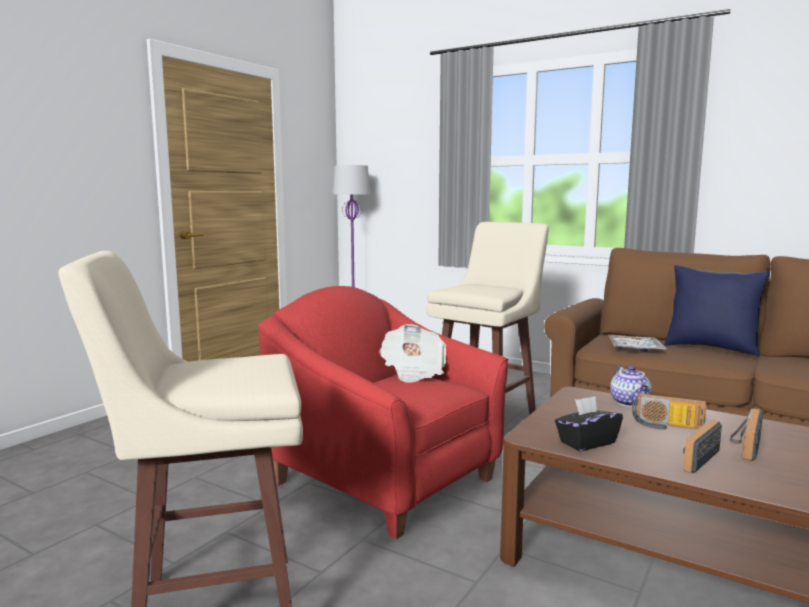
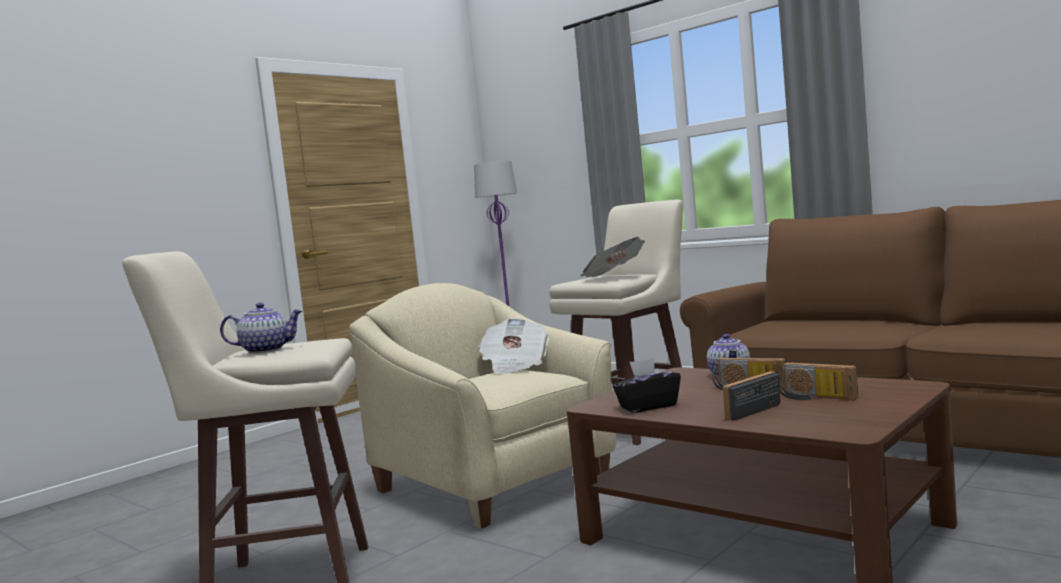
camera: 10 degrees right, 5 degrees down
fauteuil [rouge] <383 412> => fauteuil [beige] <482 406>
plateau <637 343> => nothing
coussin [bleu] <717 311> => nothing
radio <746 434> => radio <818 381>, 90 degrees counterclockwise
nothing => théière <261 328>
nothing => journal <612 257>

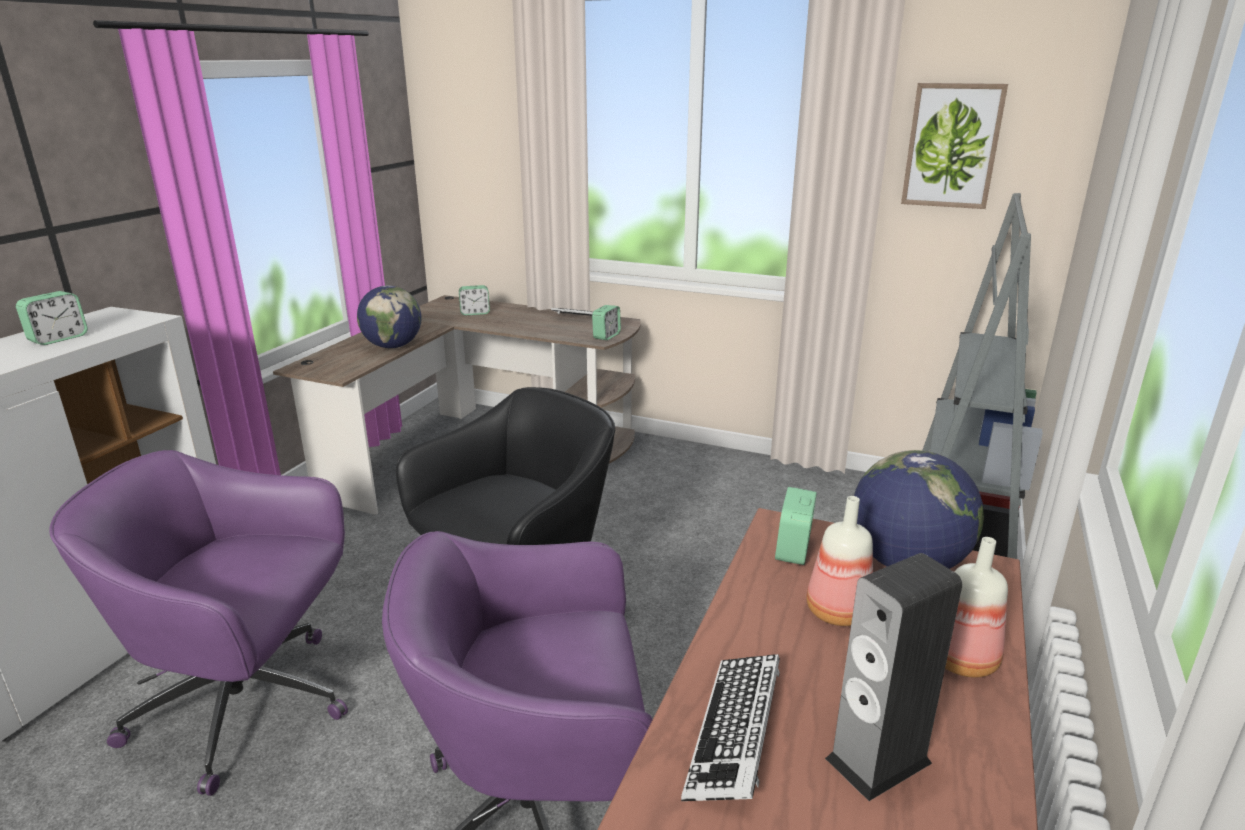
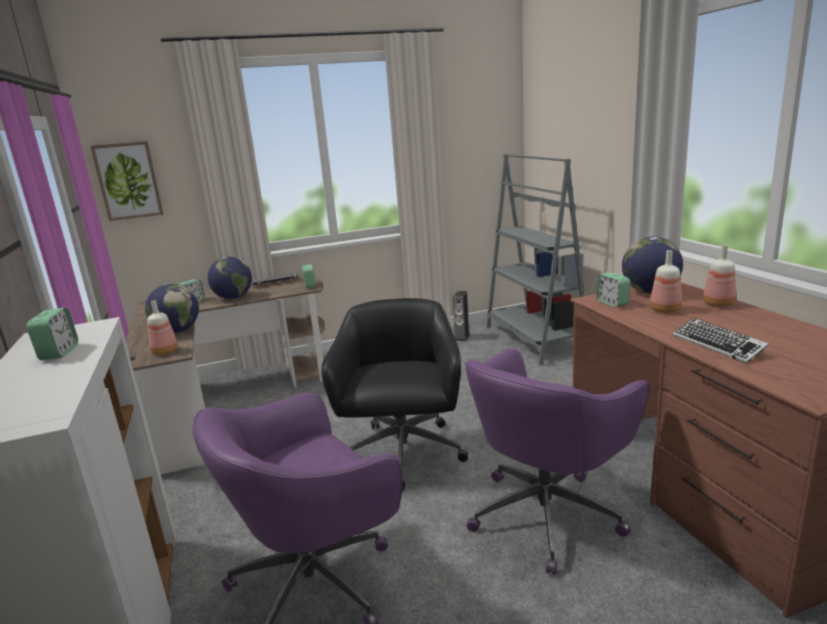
camera: 40 degrees left, 5 degrees down
enceinte <893 677> => enceinte <461 316>, moved
tableau <954 146> => tableau <126 181>, moved
nothing => bouteille <162 327>
nothing => globe <230 278>

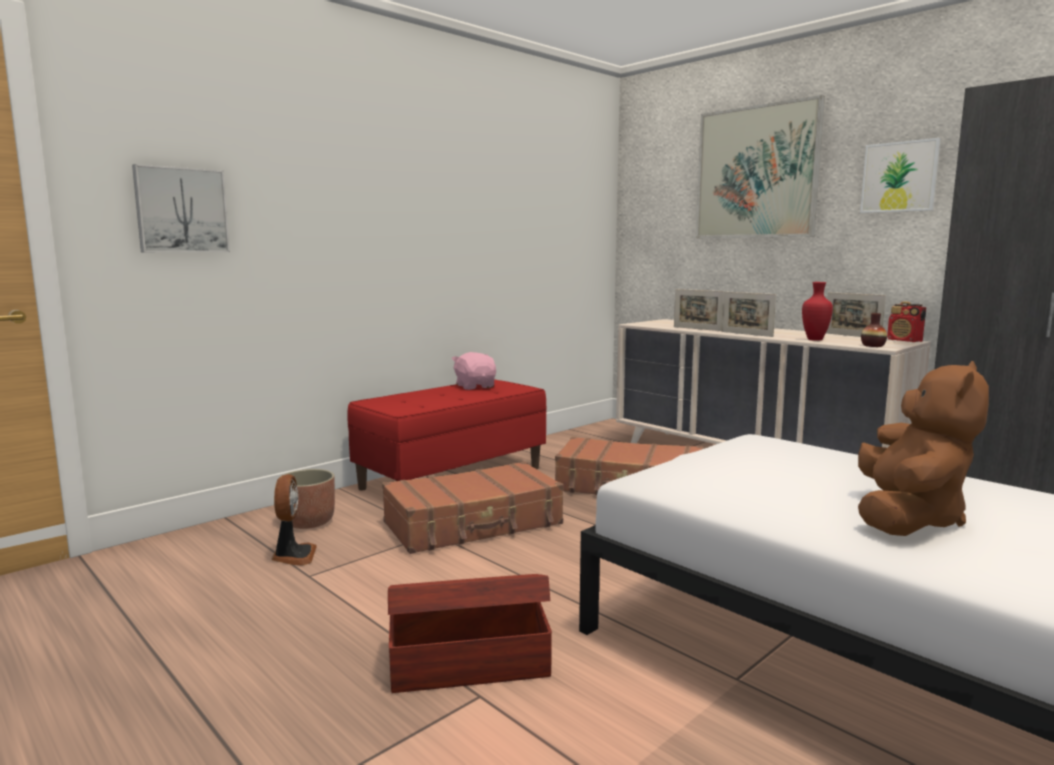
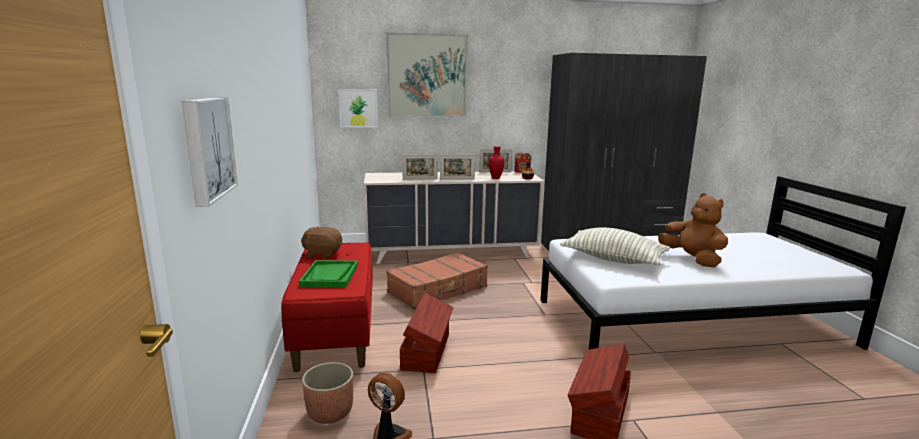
camera: 55 degrees left, 5 degrees up
valise [marron] <473 507> => boîte de rangement [marron] <427 333>
peluche [rose] <474 371> => peluche [marron] <321 243>
tableau <900 175> => tableau <358 108>, moved
nothing => plateau [vert] <328 273>
nothing => coussin <615 246>

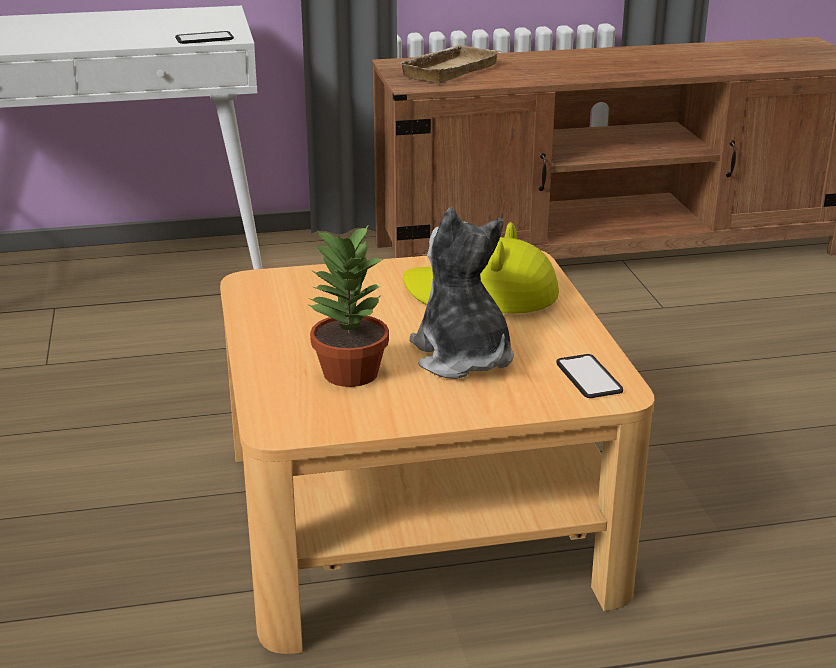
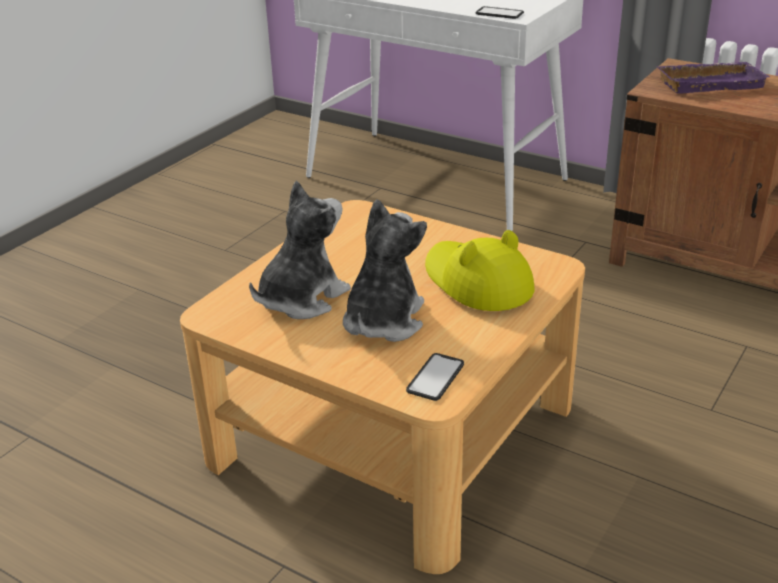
camera: 45 degrees right, 5 degrees up
plante en pot <348 305> => peluche <300 250>
plateau [beige] <448 64> => plateau [violet] <713 78>

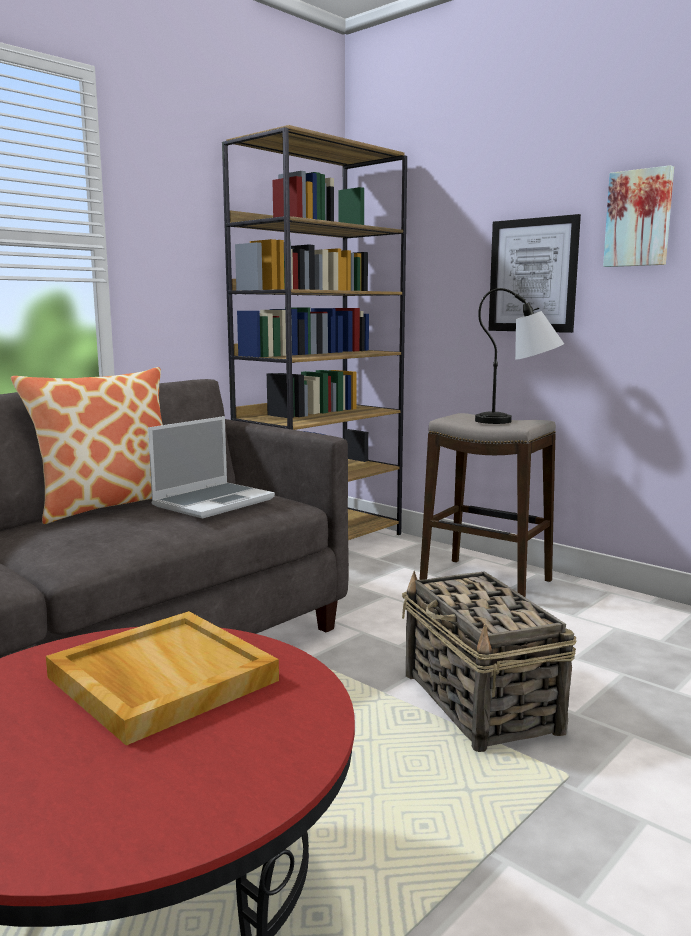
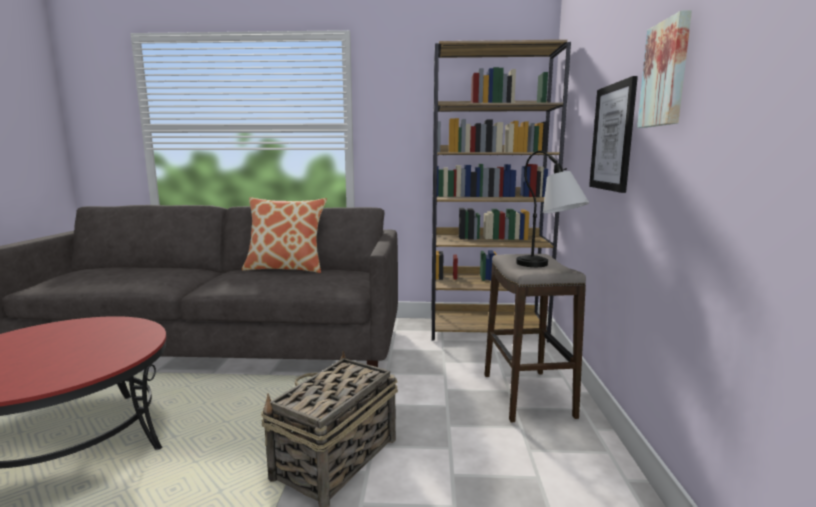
camera: 50 degrees right, 0 degrees up
plateau [beige] <162 678> => nothing
ordinateur portable <211 467> => nothing

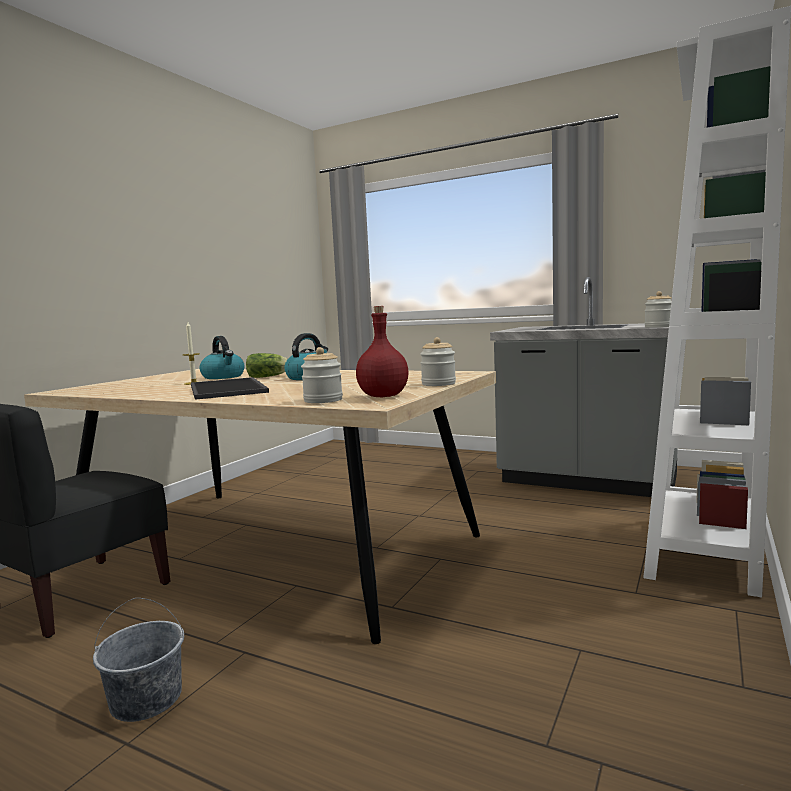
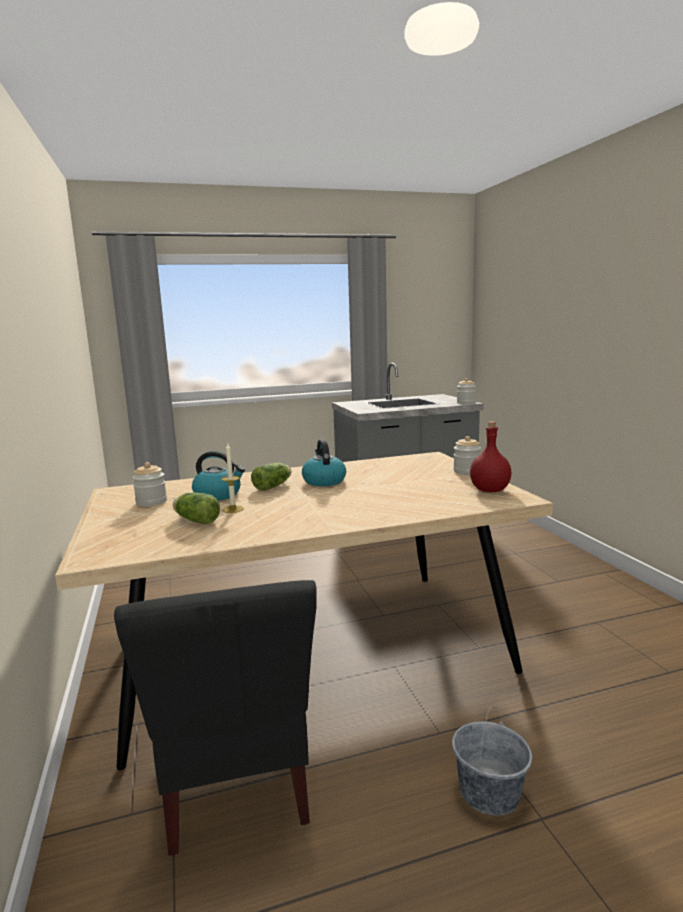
camera: 45 degrees left, 5 degrees up
plateau <230 388> => nothing
bocal <322 375> => bocal <149 484>, moved
bibliothèque [blanc] <717 301> => nothing
nothing => laitue <196 508>

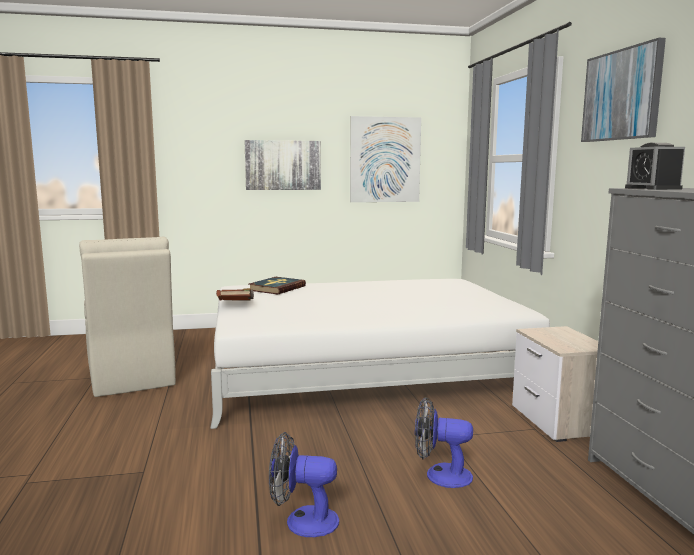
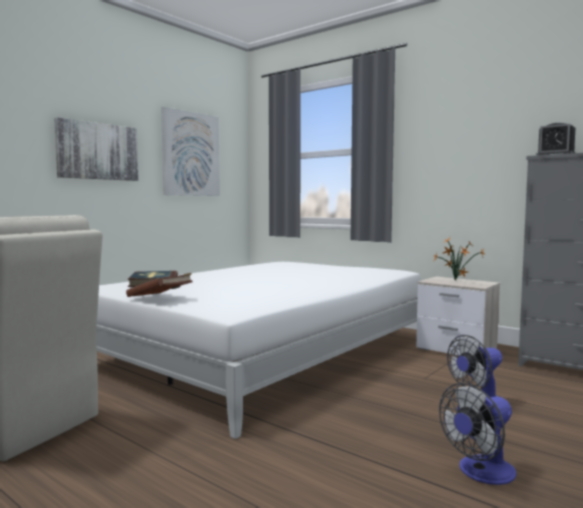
camera: 40 degrees left, 5 degrees down
tableau <623 90> => nothing
nothing => plante en pot <459 259>

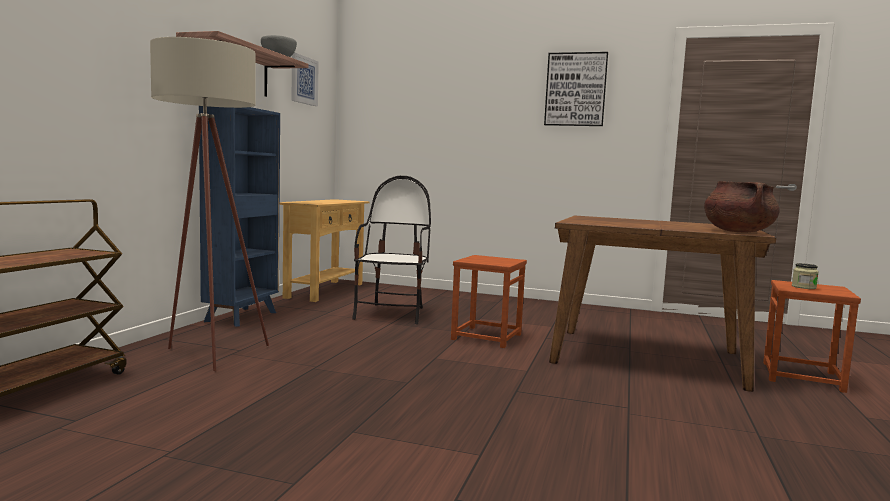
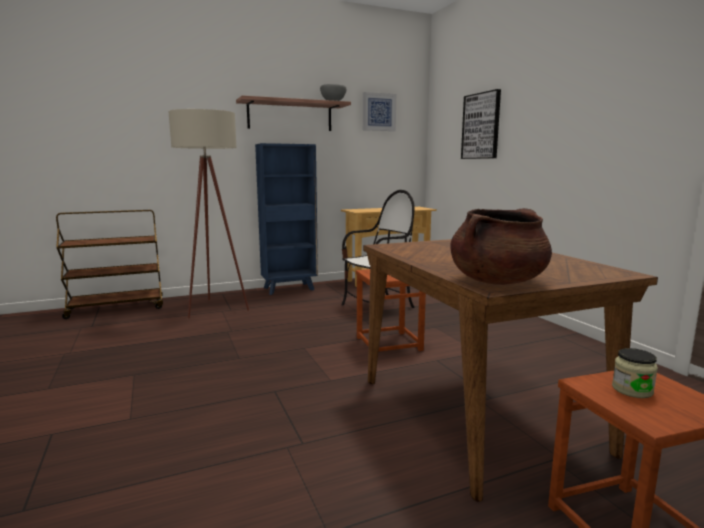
camera: 50 degrees right, 5 degrees up
tableau <576 89> => tableau <481 124>, moved

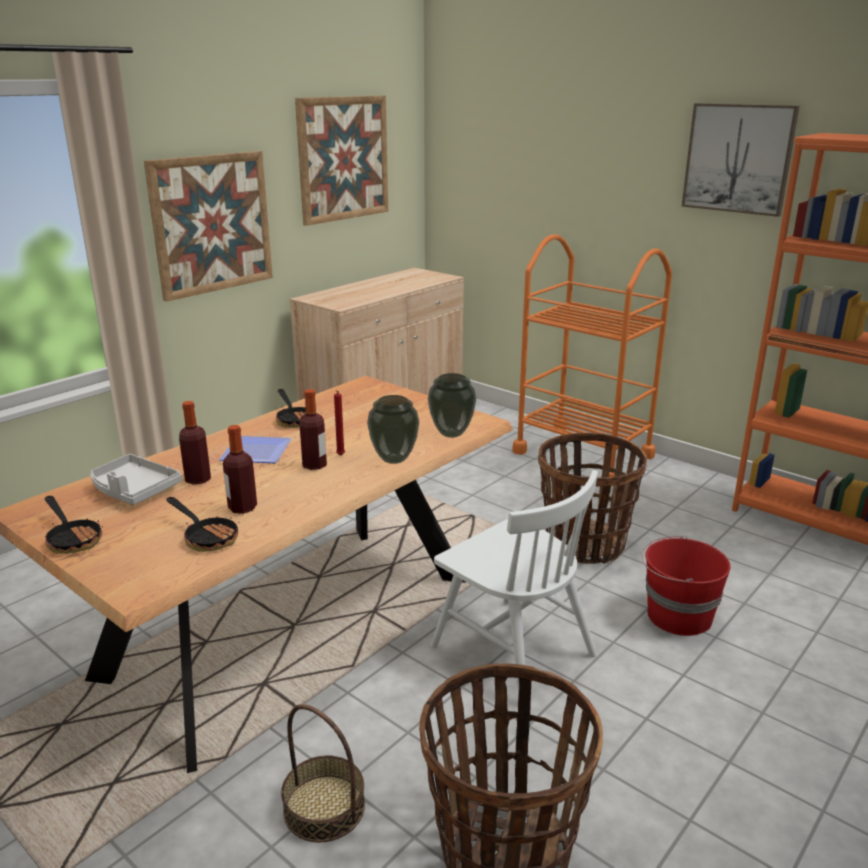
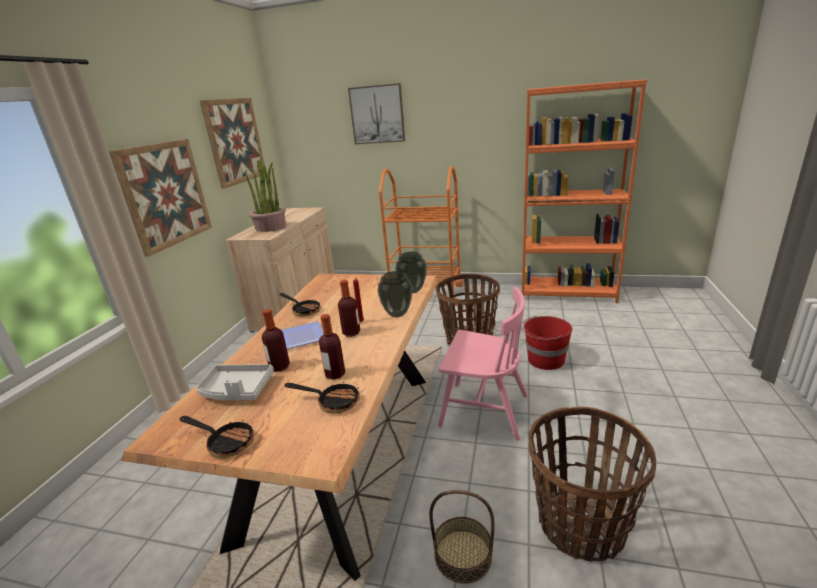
camera: 25 degrees left, 0 degrees up
chaise [blanc] <514 582> => chaise [rose] <483 364>
tableau <741 160> => tableau <376 113>, moved
nothing => plante en pot <265 195>

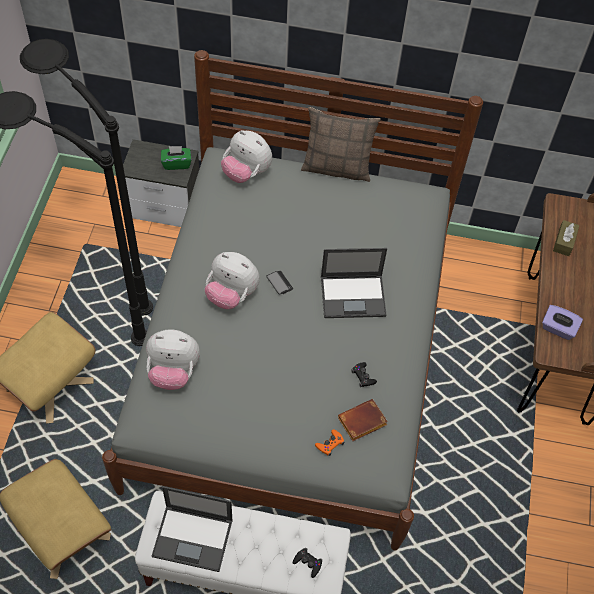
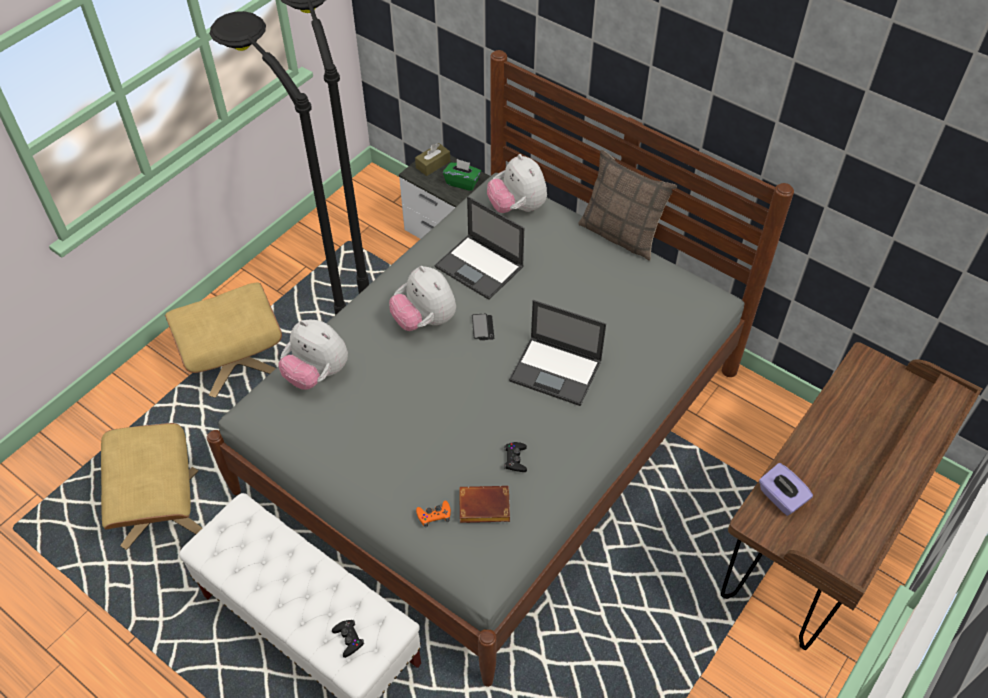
camera: 30 degrees right, 5 degrees down
ordinateur portable <192 529> => ordinateur portable <479 248>, moved
boîte à mouchoirs [marron] <566 238> => boîte à mouchoirs [marron] <432 159>, moved

